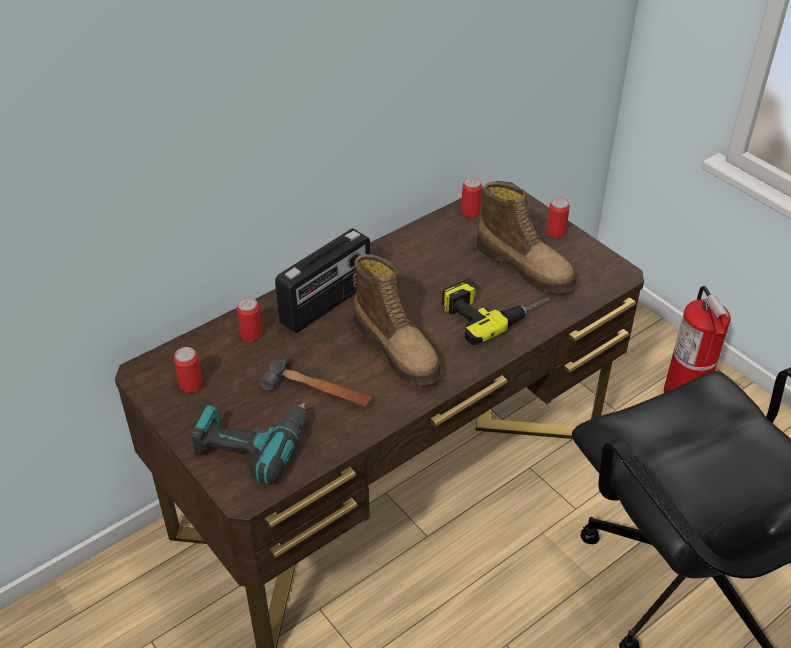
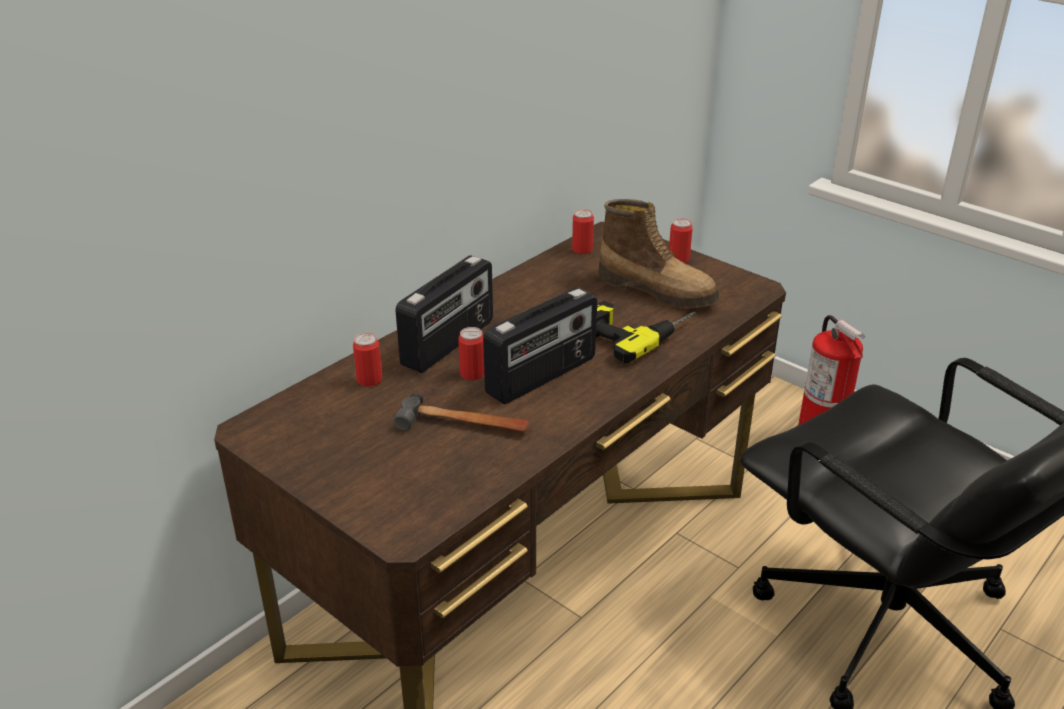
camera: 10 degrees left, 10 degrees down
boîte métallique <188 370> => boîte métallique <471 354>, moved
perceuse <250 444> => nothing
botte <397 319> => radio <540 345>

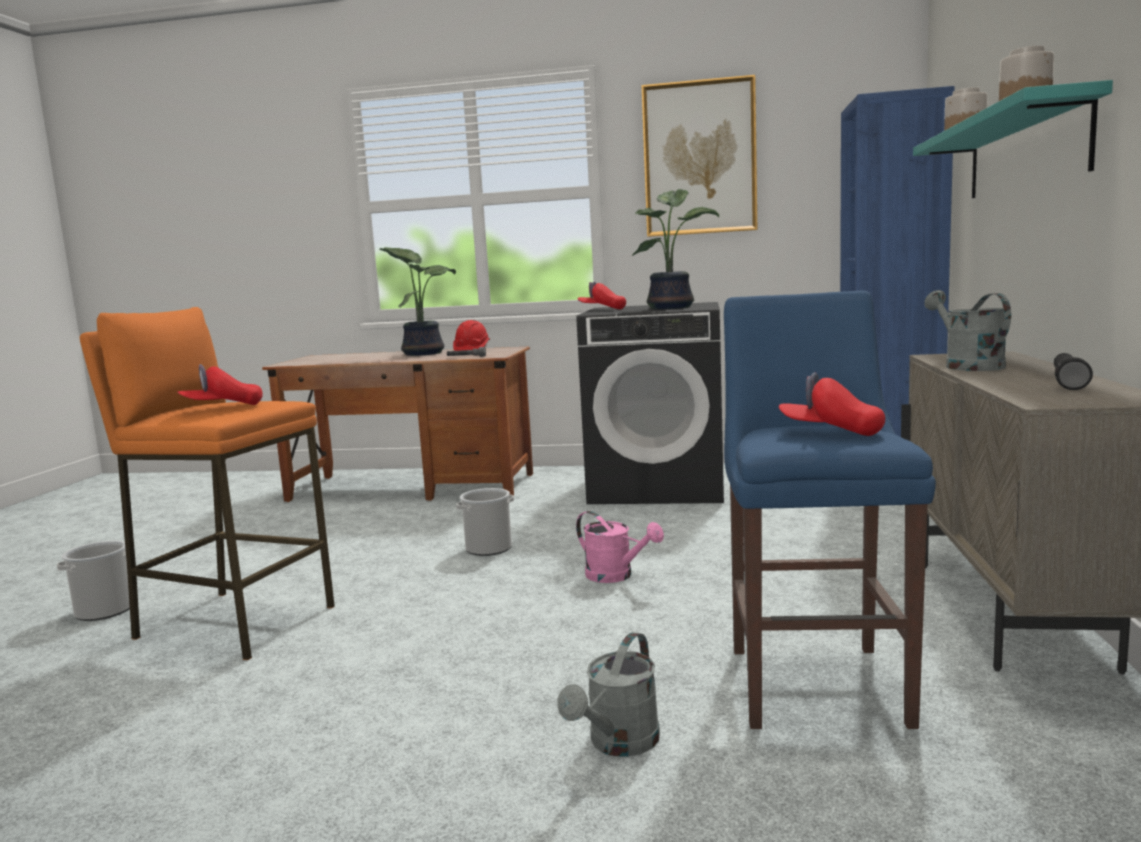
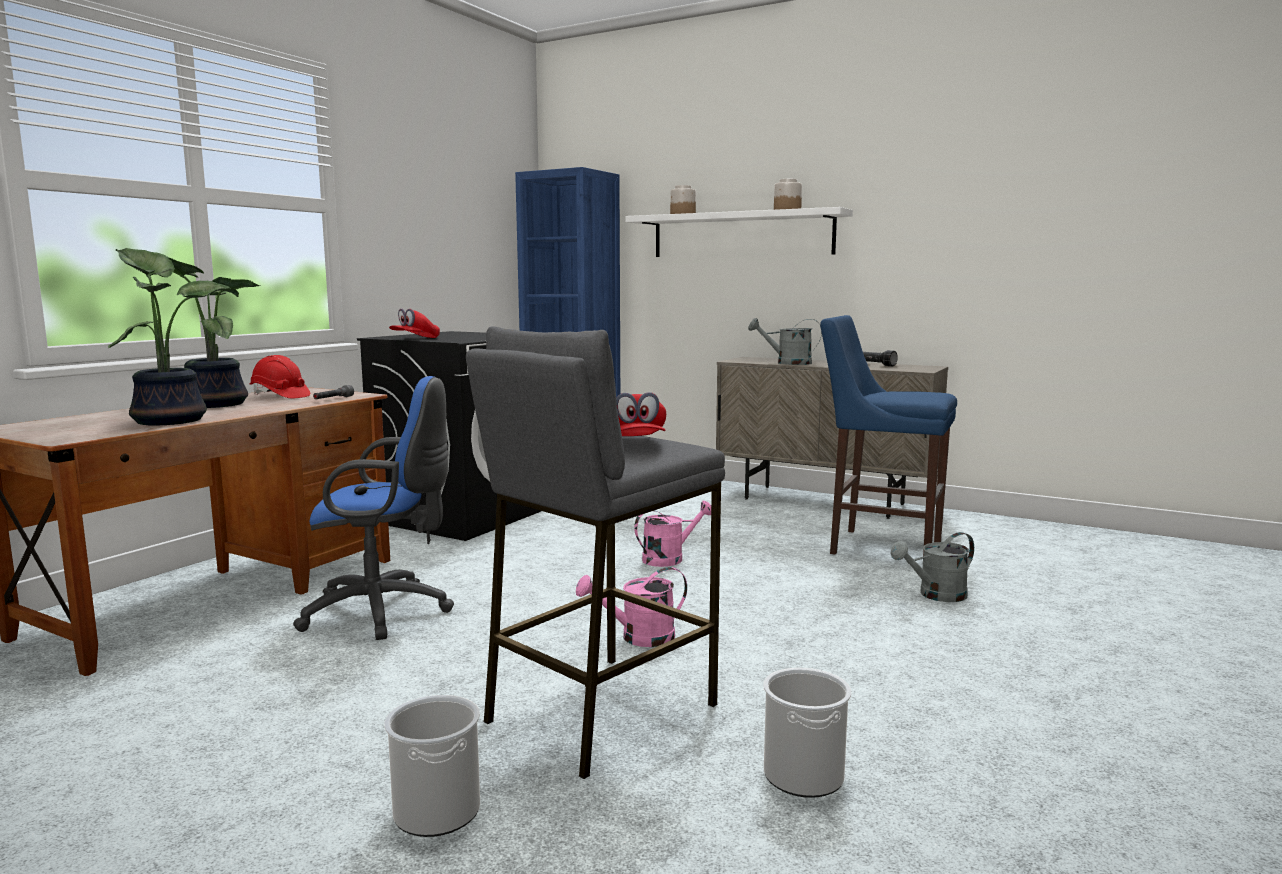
camera: 70 degrees left, 0 degrees up
tabouret [orange] <207 483> => tabouret [gris] <595 552>
seau <485 522> => seau <807 733>, moved
arrosoir [gris] <608 694> => arrosoir [gris] <932 567>, 105 degrees clockwise
plante en pot <675 249> => plante en pot <173 336>, moved
tableau <699 156> => nothing
casquette [rouge] <832 404> => nothing
étagère [turquoise] <1013 139> => étagère [blanc] <739 232>
nothing => chaise de bureau [bleu] <373 508>
nothing => arrosoir [rose] <631 607>

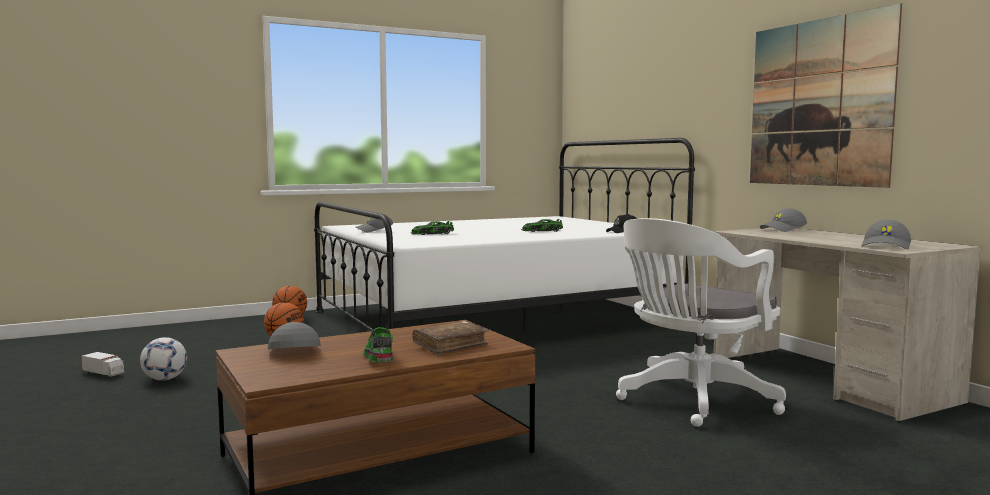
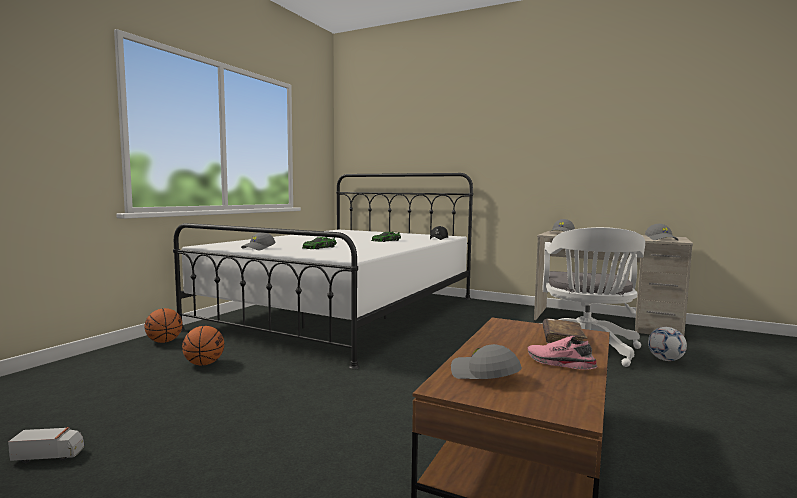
camera: 35 degrees left, 0 degrees up
ballon de foot <163 359> => ballon de foot <667 344>, moved
chaussure [vert] <378 344> => chaussure [rose] <562 353>
tableau <826 95> => nothing

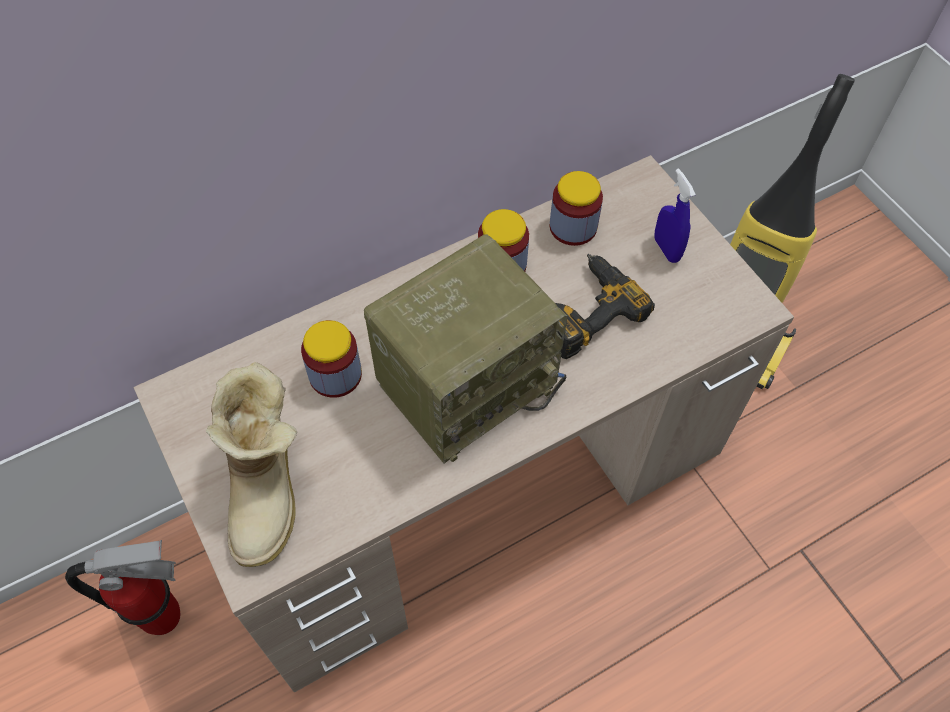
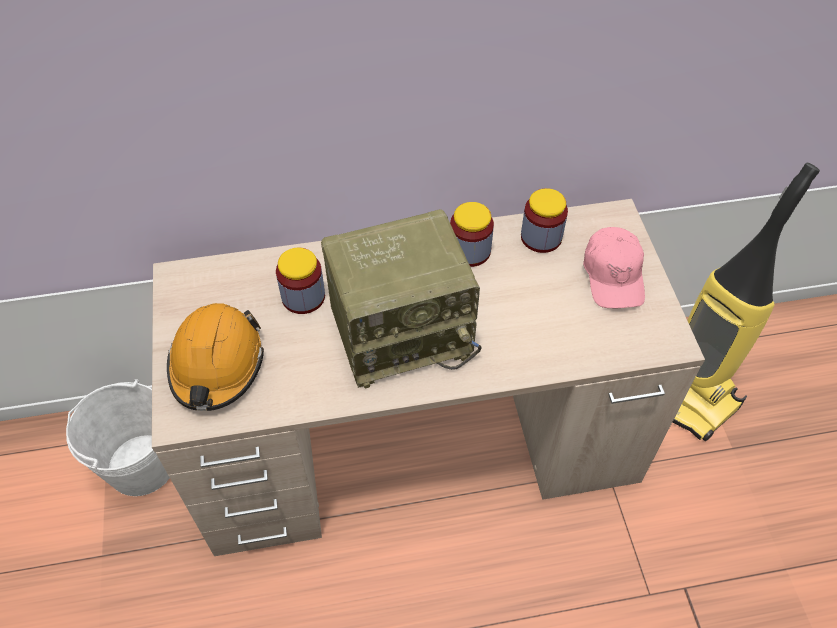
camera: 20 degrees right, 5 degrees down
extincteur <123 587> => seau [blanc] <118 437>
botte <251 464> => casque de chantier [orange] <215 357>
perceuse <605 306> => nothing
vaporisateur [bleu] <675 215> => casquette [rose] <614 267>

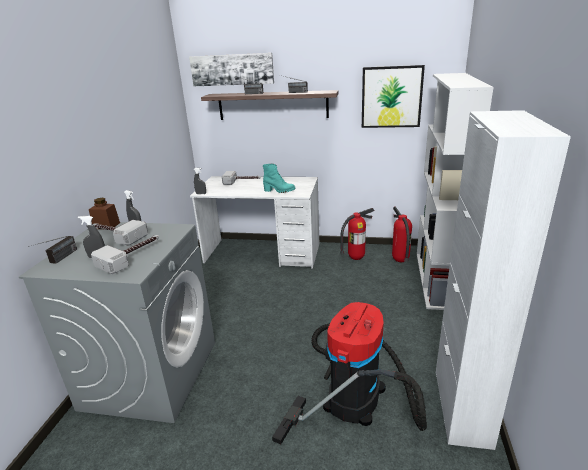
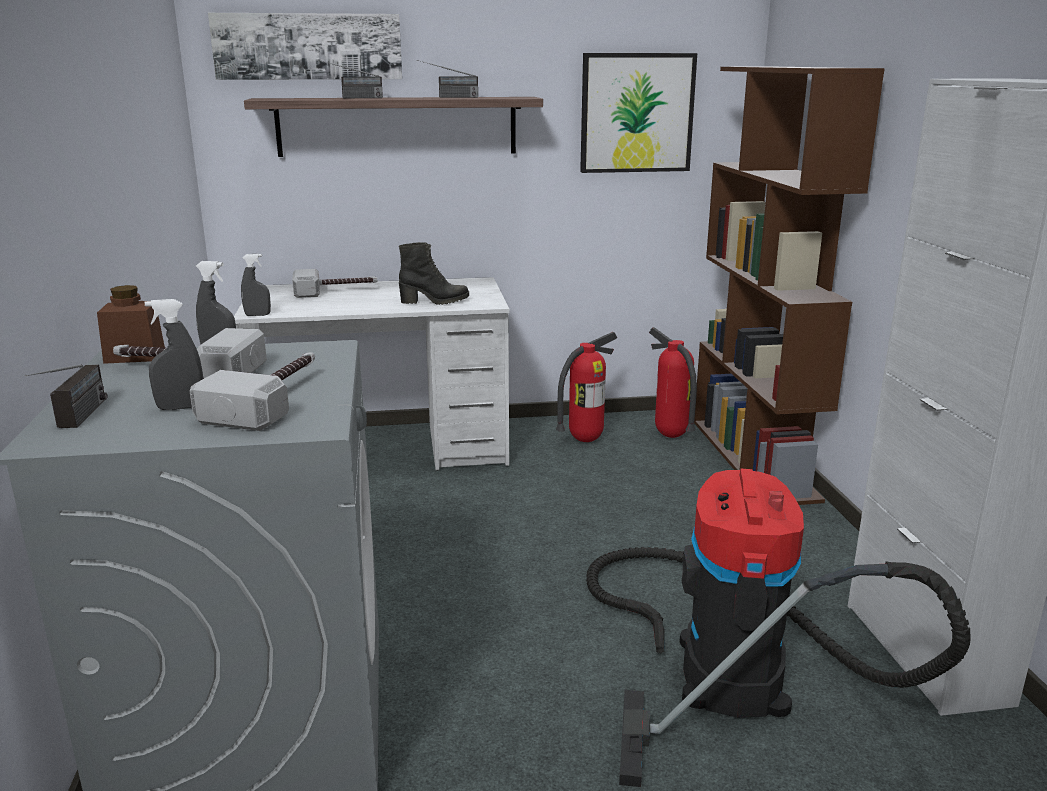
camera: 20 degrees left, 5 degrees down
botte [turquoise] <279 178> => botte [noir] <434 273>
bibliothèque [blanc] <455 191> => bibliothèque [marron] <789 286>

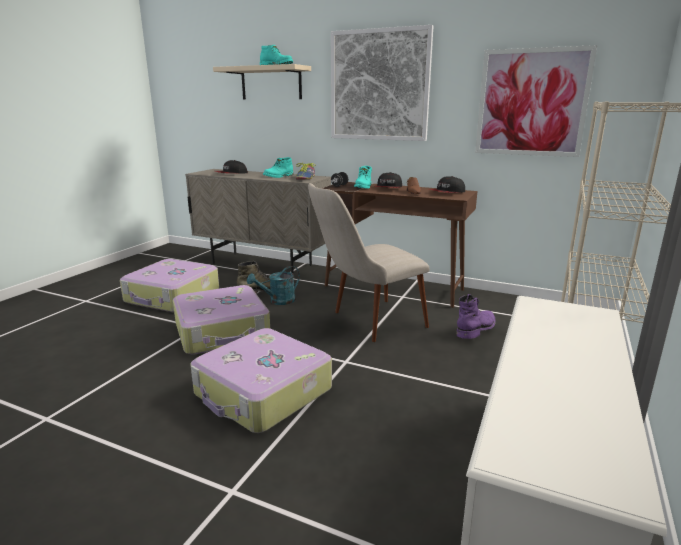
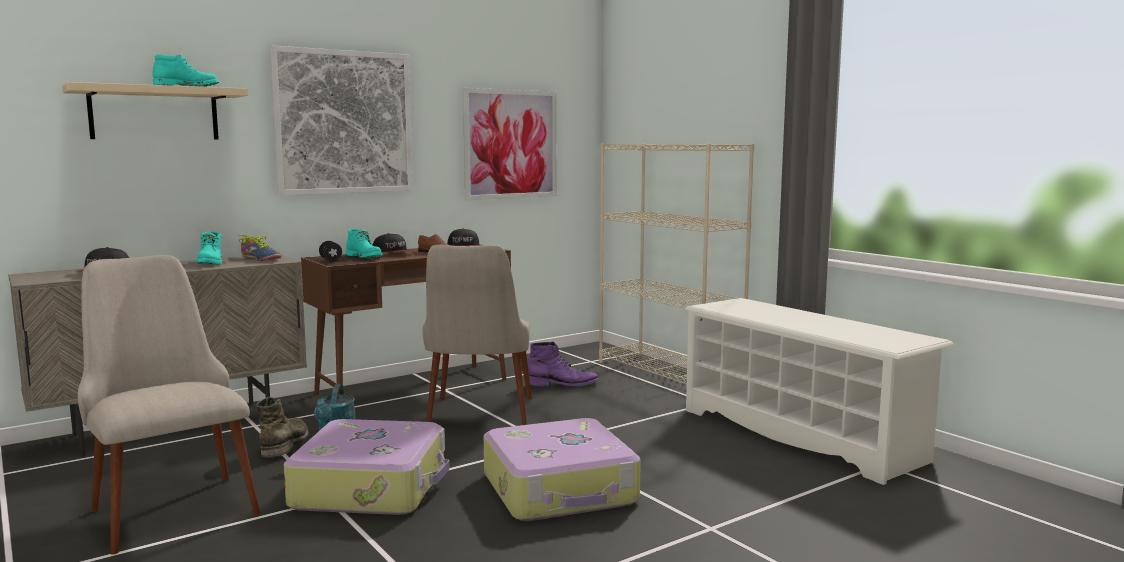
camera: 60 degrees left, 10 degrees down
valise <169 285> => chaise [beige] <169 405>
botte [violet] <476 316> => botte [violet] <563 364>, 105 degrees clockwise

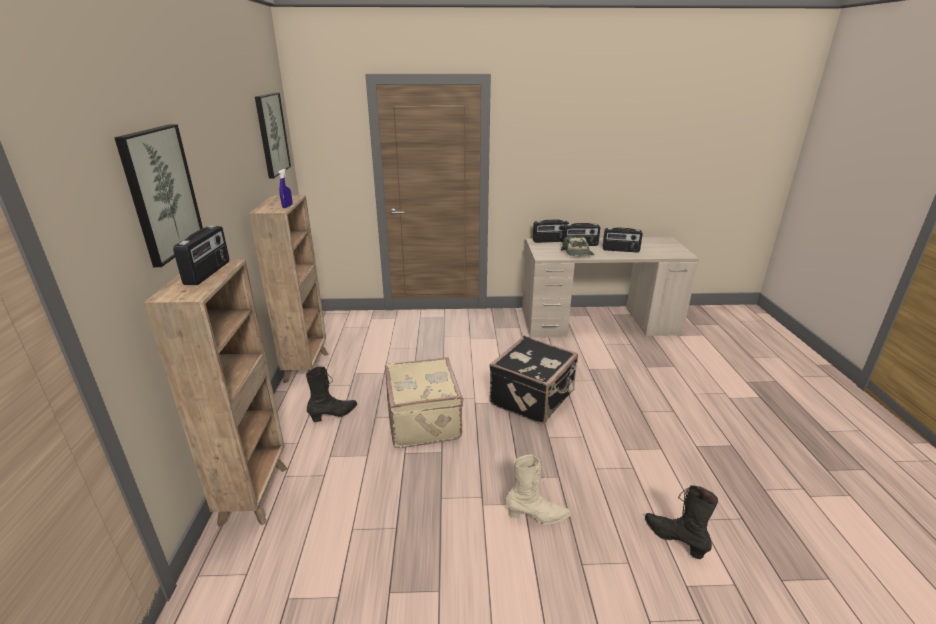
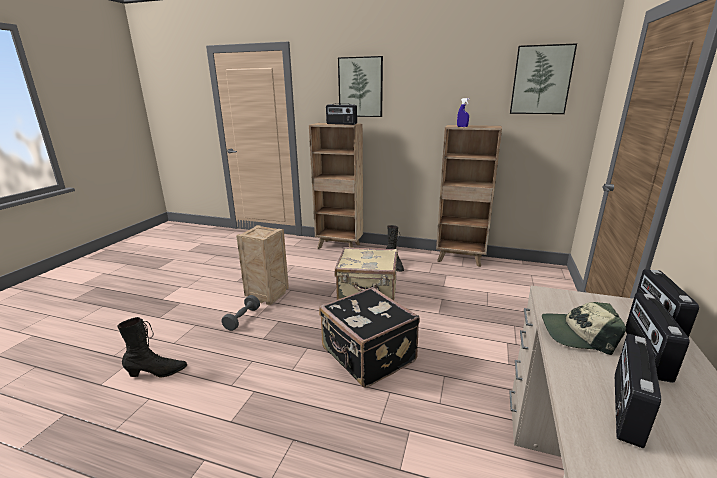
camera: 110 degrees right, 5 degrees down
botte [beige] <538 490> => haltère [gris] <241 313>
nothing => caisse <262 265>

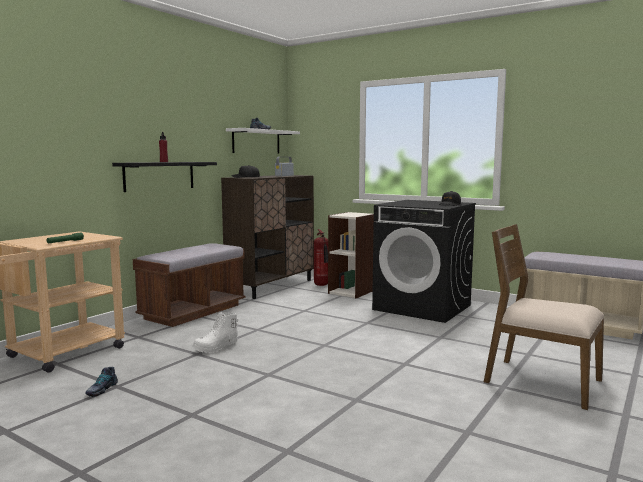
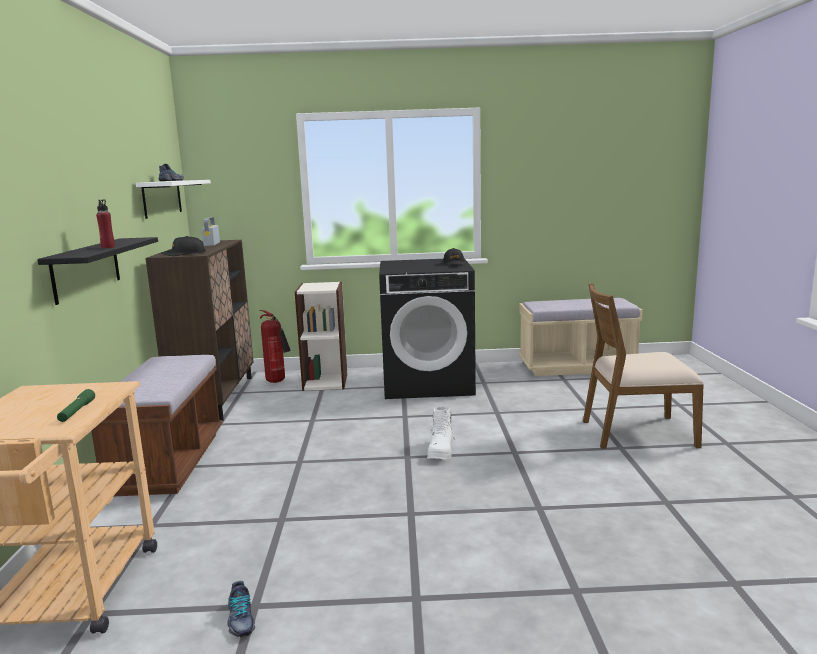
camera: 35 degrees left, 5 degrees up
botte [blanc] <215 332> => botte [blanc] <441 433>, moved

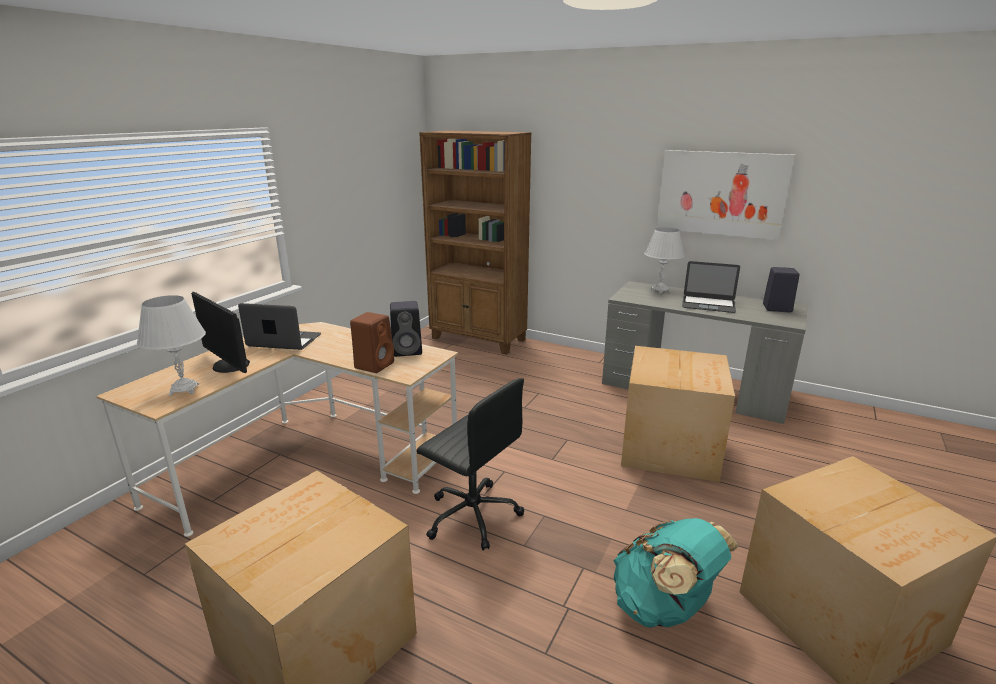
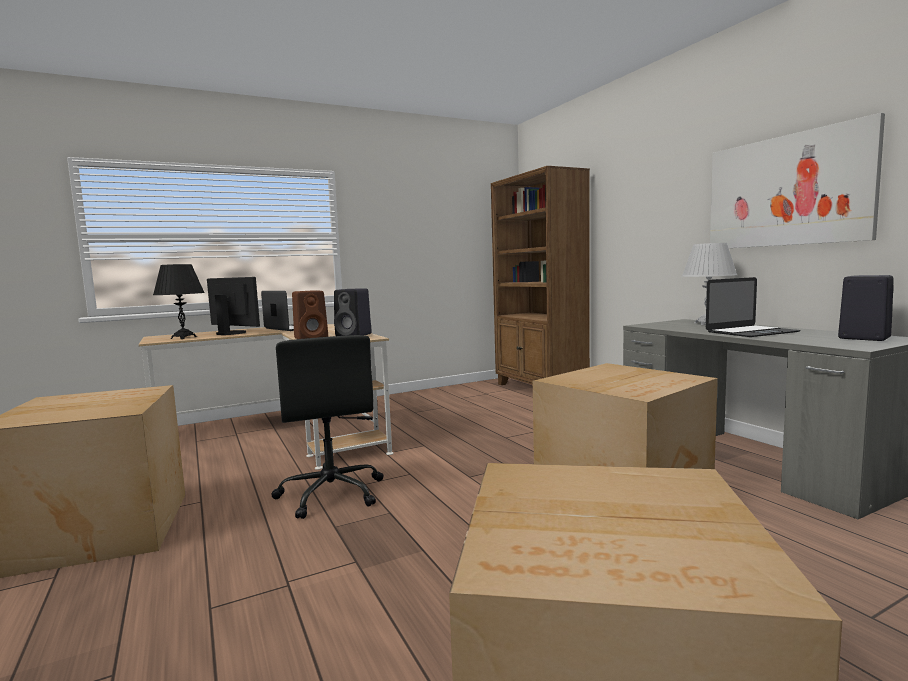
camera: 35 degrees right, 15 degrees down
lampe de table [blanc] <171 345> => lampe de table [noir] <179 301>
écran d'ordinateur <220 332> => écran d'ordinateur <233 306>, 135 degrees clockwise
sac à dos [turquoise] <676 573> => nothing
ordinateur portable <711 287> => ordinateur portable <753 307>, 75 degrees counterclockwise

